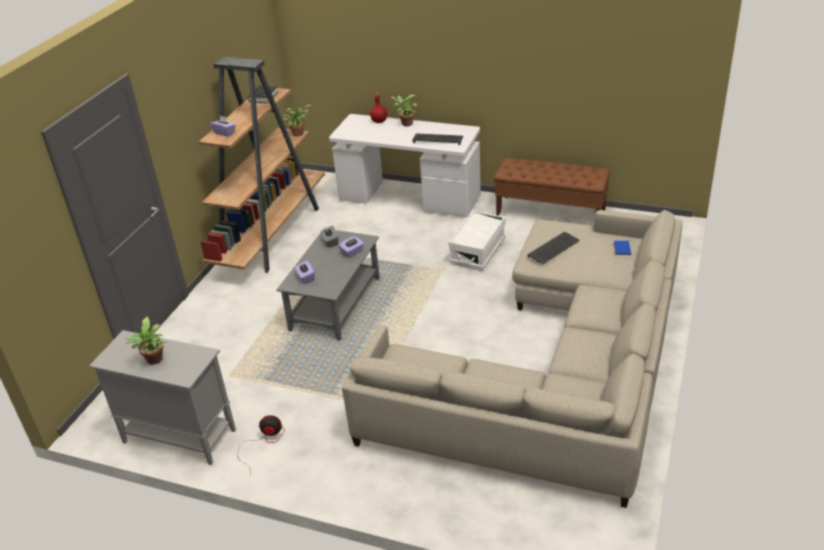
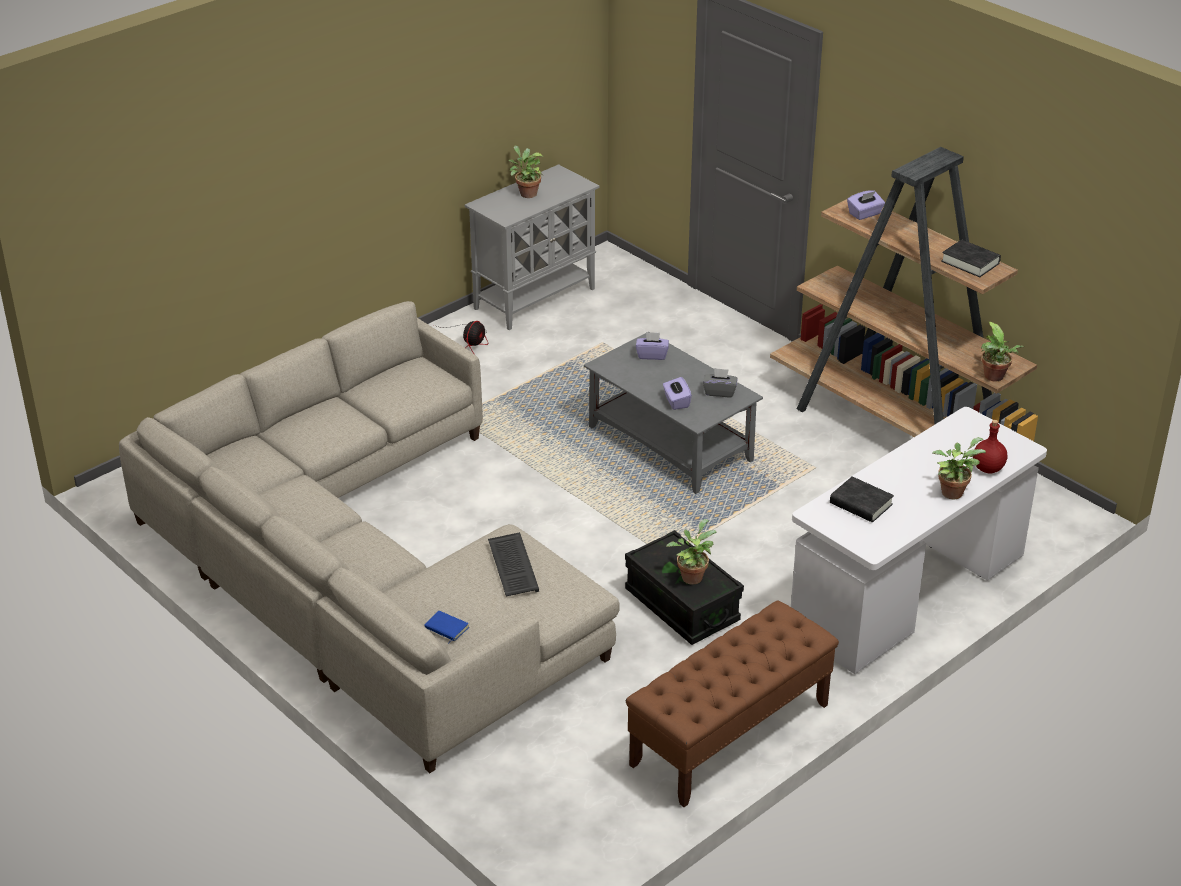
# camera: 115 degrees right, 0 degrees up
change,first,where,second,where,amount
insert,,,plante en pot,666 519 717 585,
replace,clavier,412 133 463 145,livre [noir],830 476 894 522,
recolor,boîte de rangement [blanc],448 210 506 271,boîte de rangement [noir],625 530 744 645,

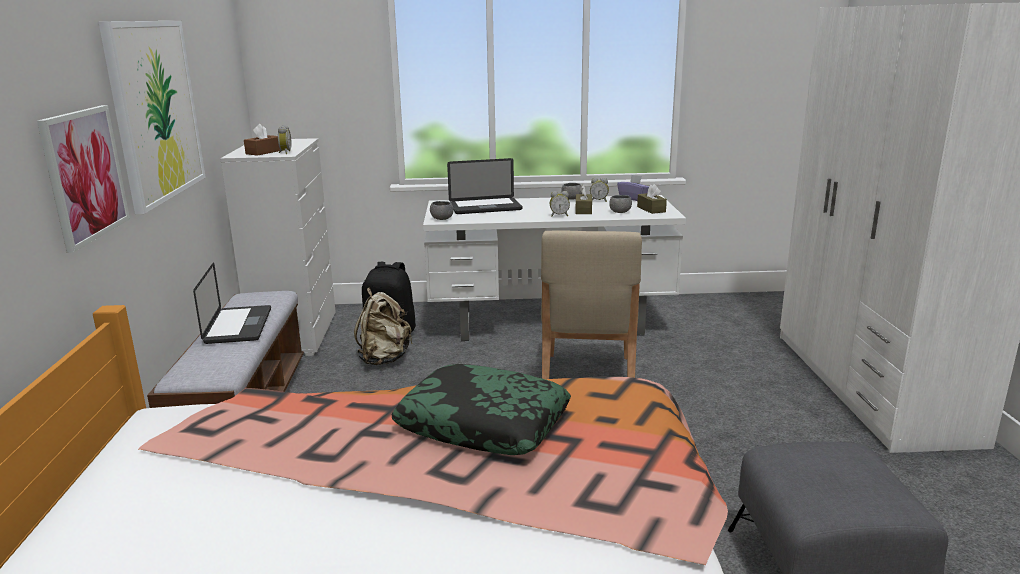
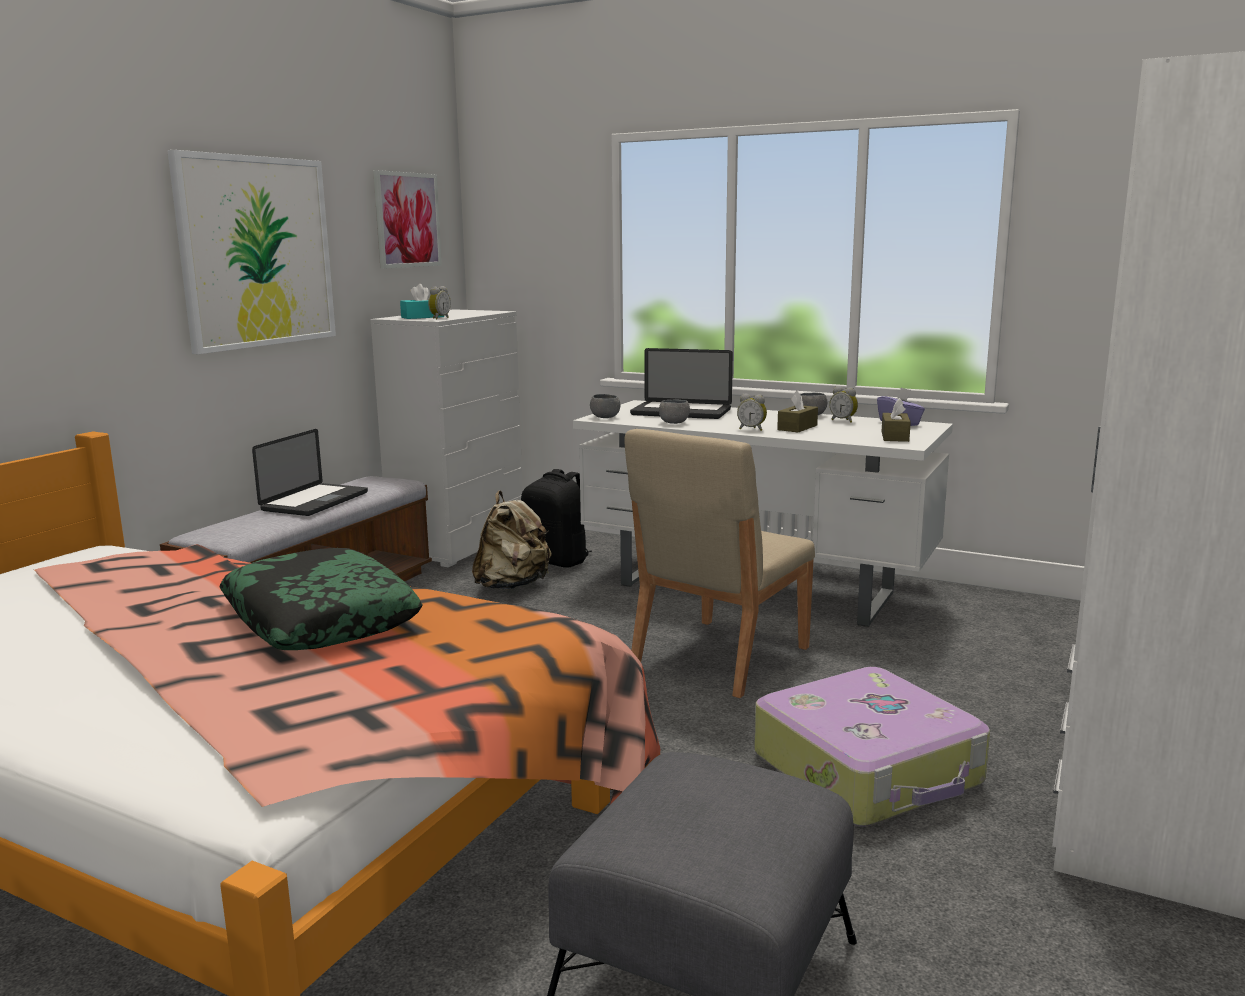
# camera: 30 degrees right, 5 degrees down
change,first,where,second,where,amount
insert,,,valise,754 667 990 827,
move,tableau,37 105 130 253,,373 170 442 269,
move,bol [gris],609 195 632 213,,659 399 690 424,
recolor,boîte à mouchoirs [marron],244 124 280 156,boîte à mouchoirs [turquoise],400 284 444 319,

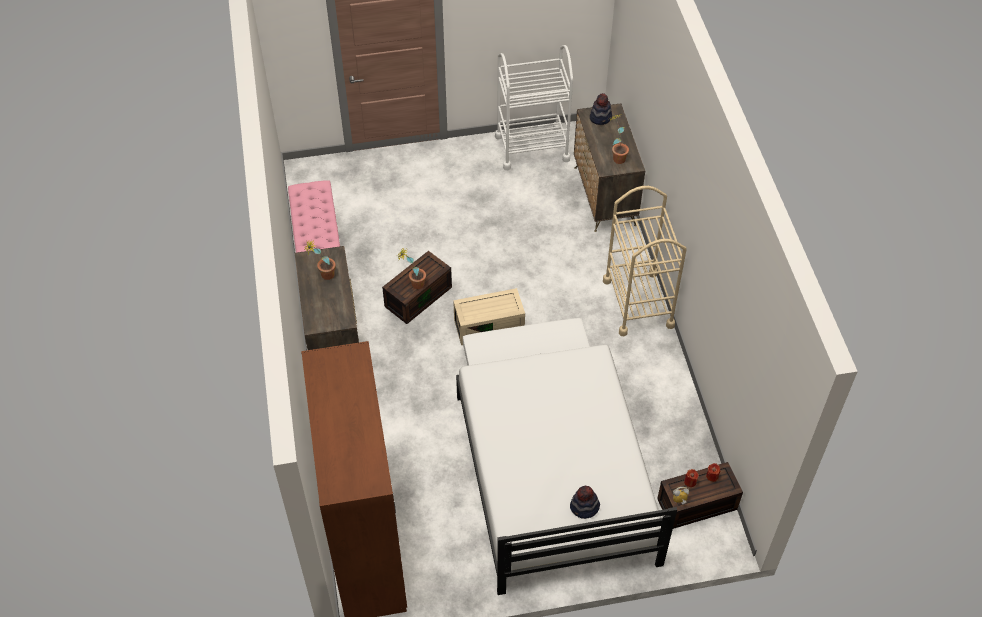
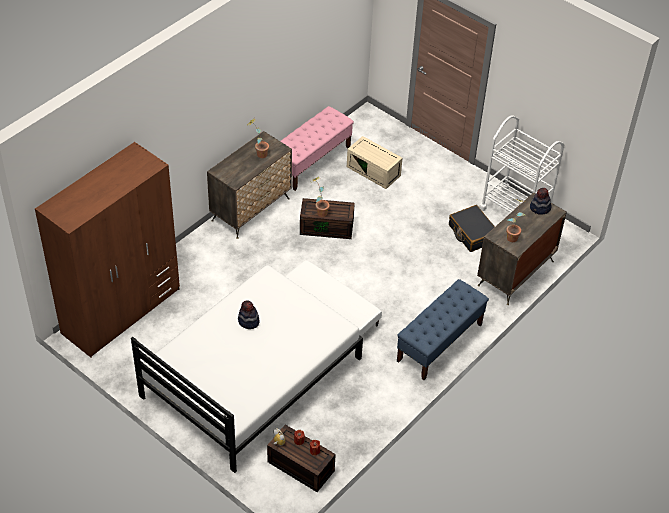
# camera: 50 degrees right, 5 degrees down
change,first,where,second,where,amount
insert,,,valise [noir],449 205 495 252,
move,boîte de rangement [beige],453 288 525 345,,347 136 403 189,
move,chapeau,570 485 600 519,,238 300 259 329,
replace,chariot [beige],603 186 687 336,banc [bleu],397 279 489 380,

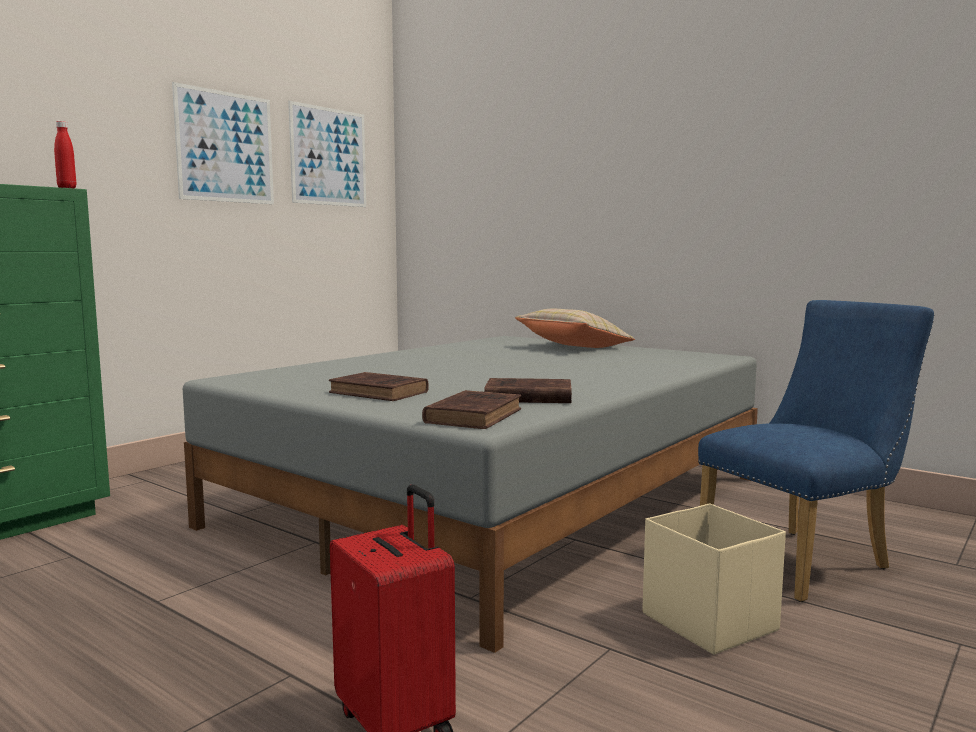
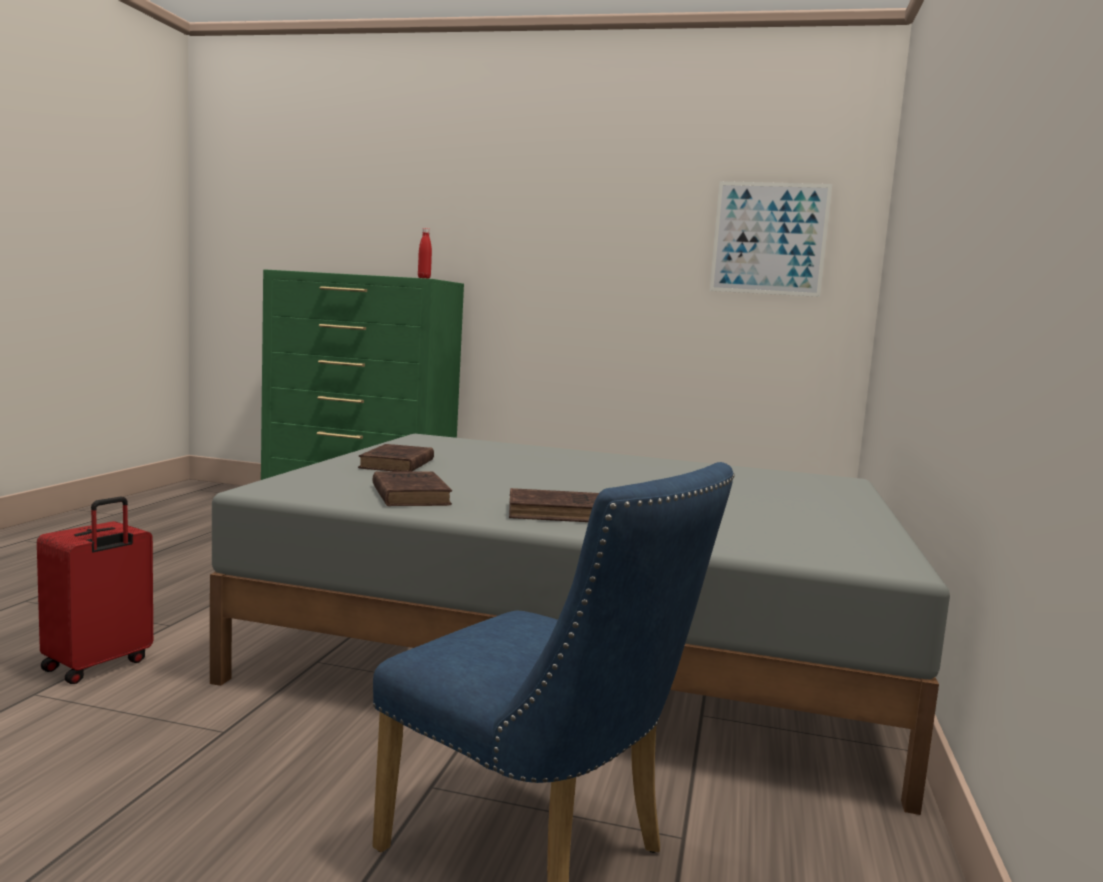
# camera: 65 degrees right, 0 degrees up
change,first,where,second,where,amount
delete,tableau,172 82 274 204,,,
delete,coussin [beige],515 309 635 348,,,
delete,boîte de rangement [beige],642 503 786 655,,,
move,livre [marron],422 390 521 429,,509 488 599 522,

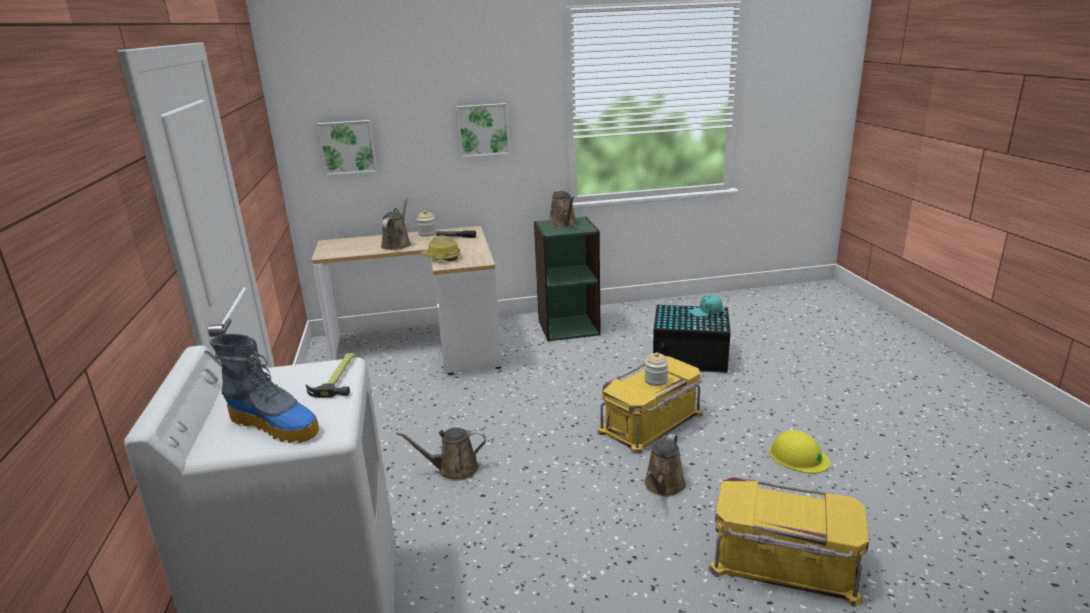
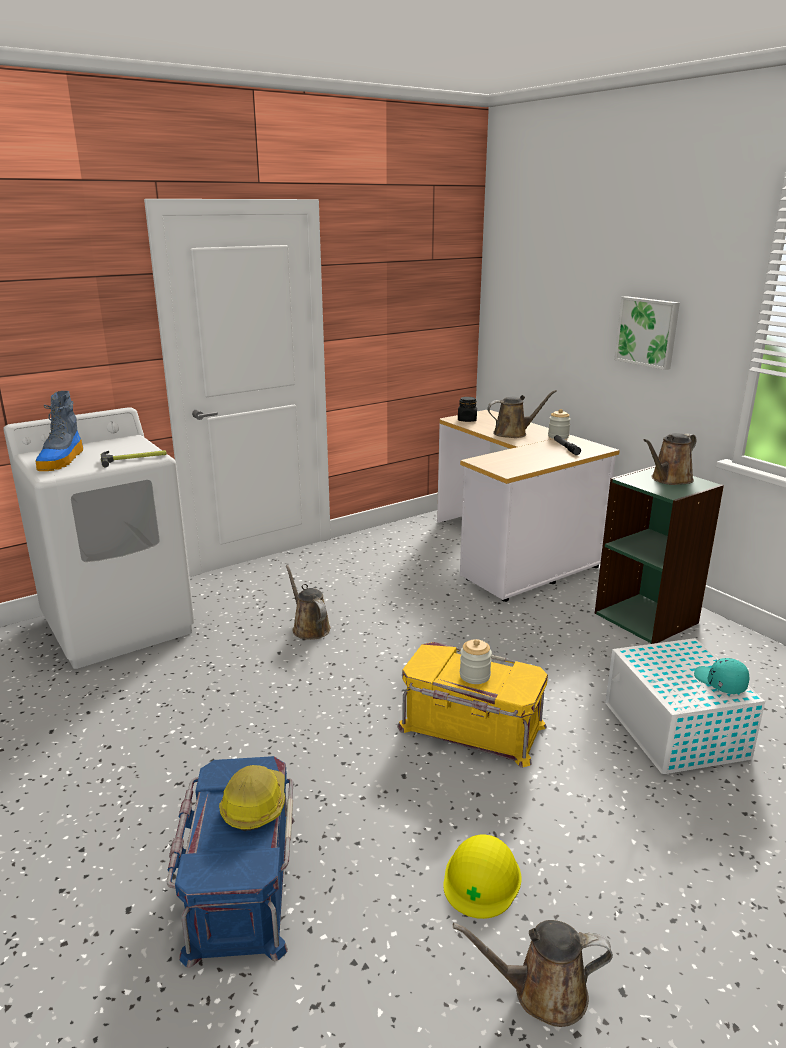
# camera: 65 degrees right, 0 degrees up
change,first,where,second,where,amount
delete,tableau,317 120 377 176,,,
insert,,,bocal [noir],458 397 477 422,
move,casque de chantier,421 235 461 261,,219 765 285 831,
move,arrosoir [marron],644 434 686 496,,453 920 613 1027,
recolor,boîte de rangement [noir],653 305 731 373,boîte de rangement [blanc],605 638 765 774,
recolor,boîte de rangement [jaune],708 477 869 607,boîte de rangement [bleu],167 756 294 968,

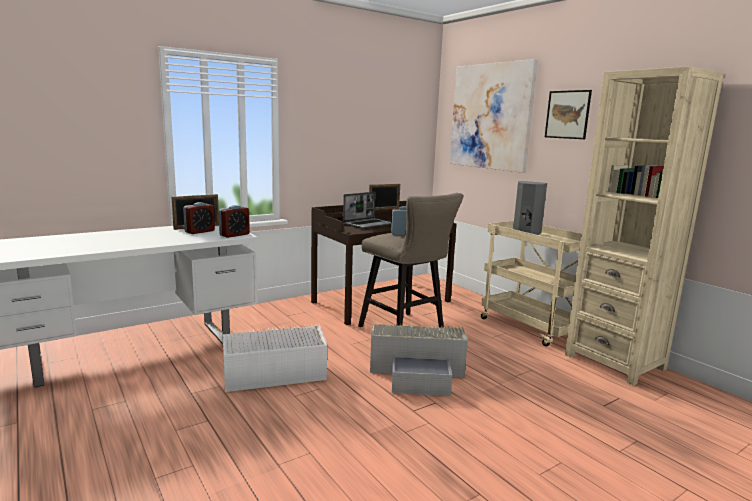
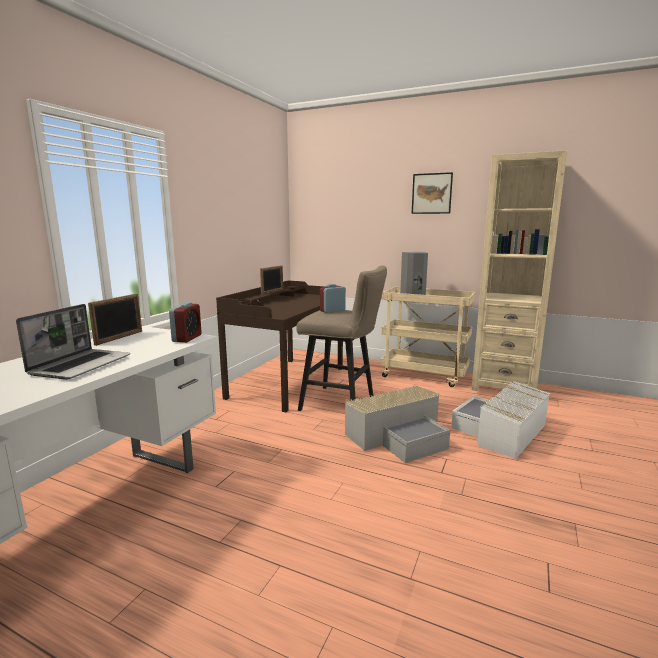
# camera: 30 degrees left, 0 degrees up
change,first,where,second,where,amount
delete,réveil,183 202 215 234,,,
delete,tableau,450 59 538 173,,,
move,boîte de rangement [blanc],223 324 327 392,,451 381 550 459,
move,ordinateur portable,343 192 391 229,,16 304 130 380,

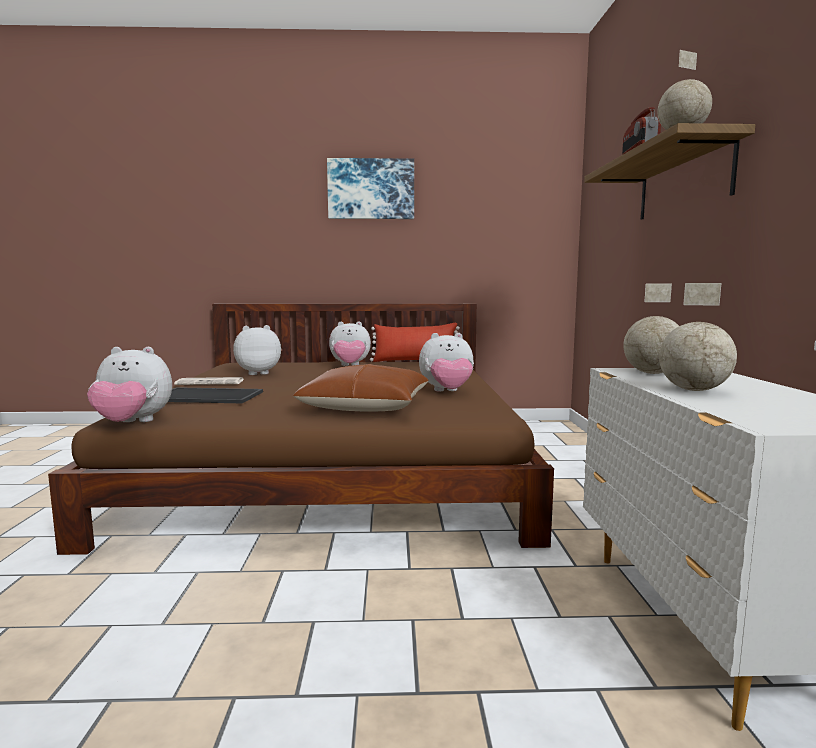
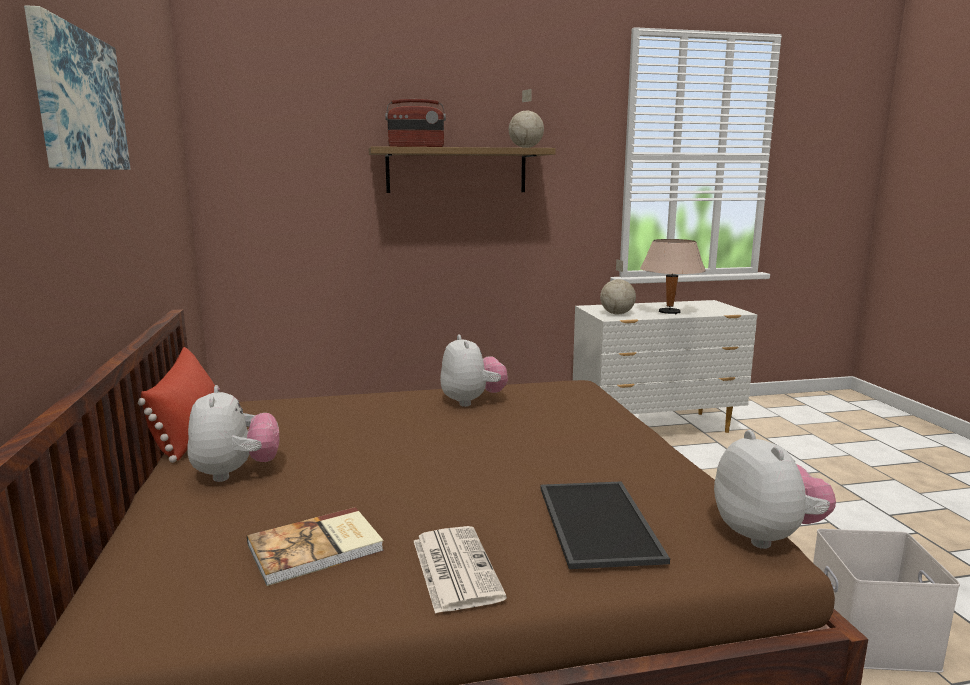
# camera: 100 degrees left, 5 degrees up
change,first,where,second,where,amount
delete,coussin [marron],293 364 429 412,,,
insert,,,boîte de rangement [blanc],813 529 960 673,
replace,peluche,233 325 281 375,livre,247 507 384 586,
replace,globe,659 283 737 391,lampe de table [beige],640 239 706 314,

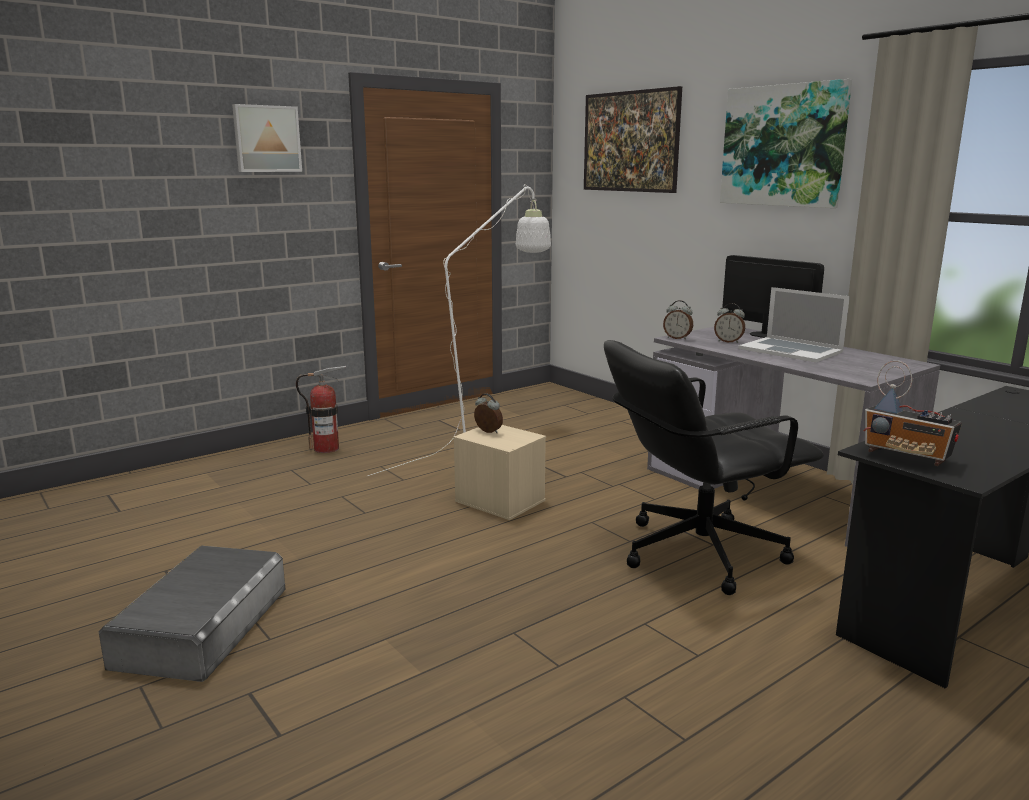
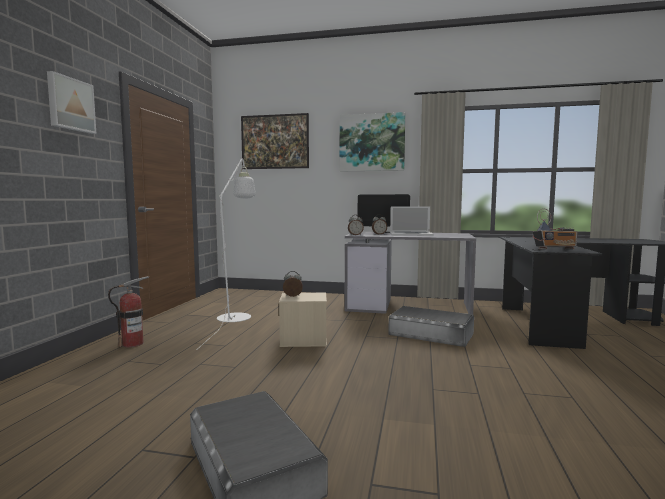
# camera: 40 degrees left, 10 degrees down
change,first,where,second,where,amount
replace,chaise de bureau [noir],604 340 824 595,boîte de rangement [gris],388 306 474 347,

